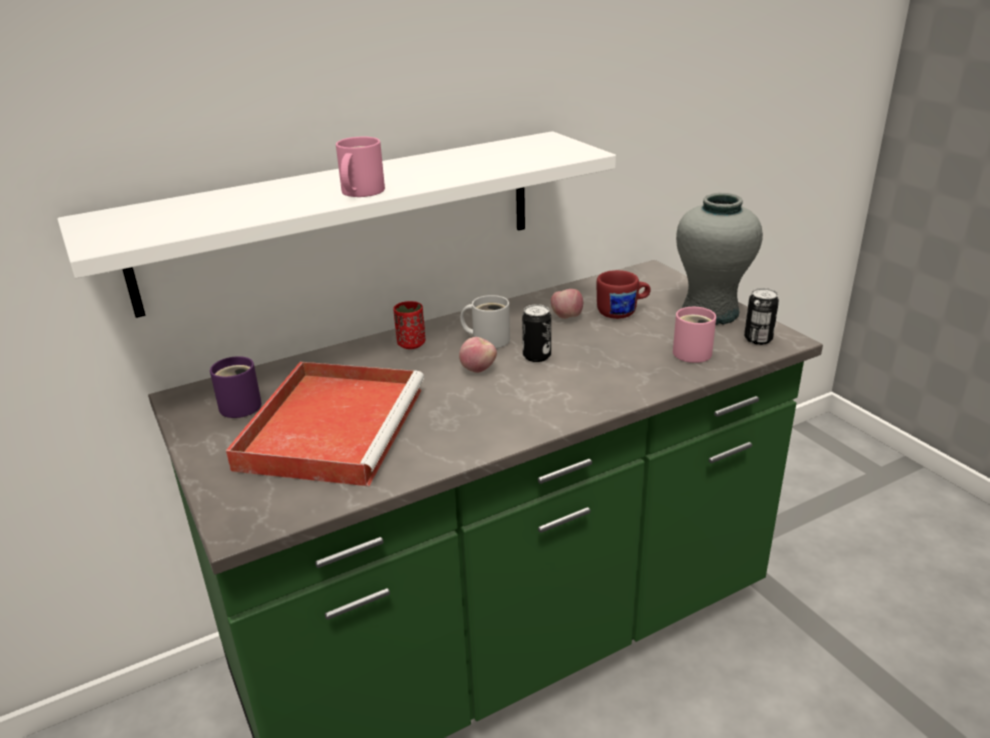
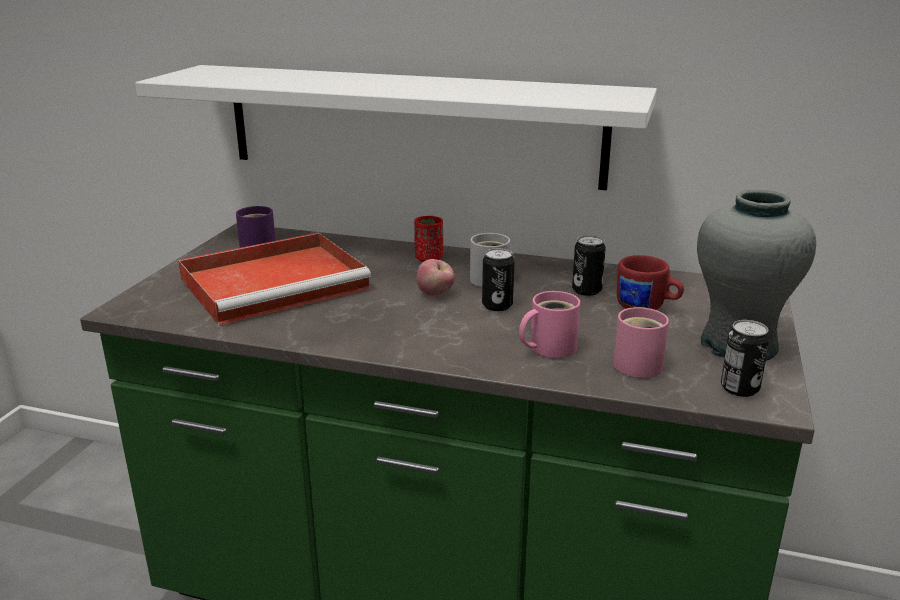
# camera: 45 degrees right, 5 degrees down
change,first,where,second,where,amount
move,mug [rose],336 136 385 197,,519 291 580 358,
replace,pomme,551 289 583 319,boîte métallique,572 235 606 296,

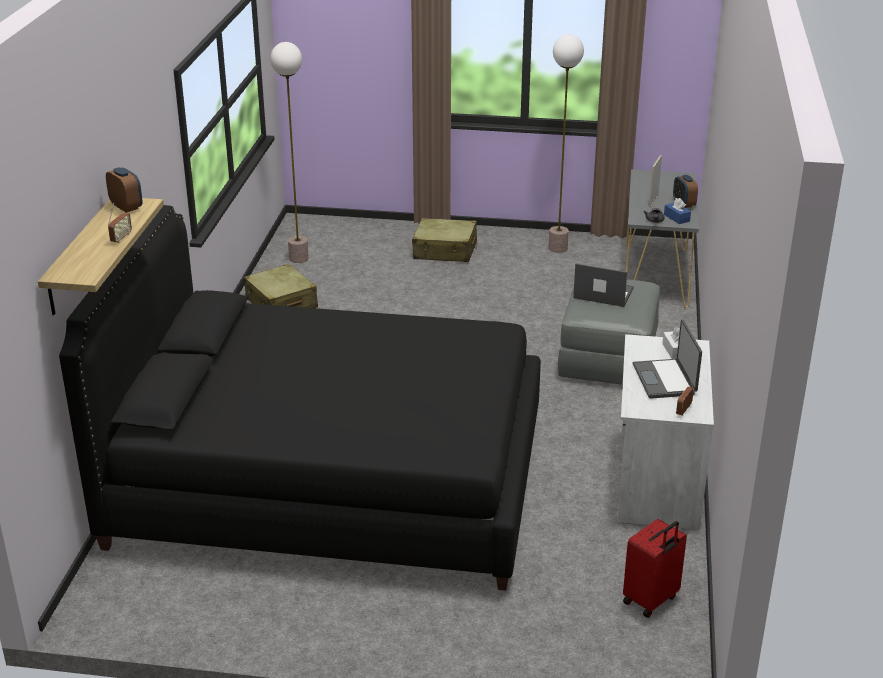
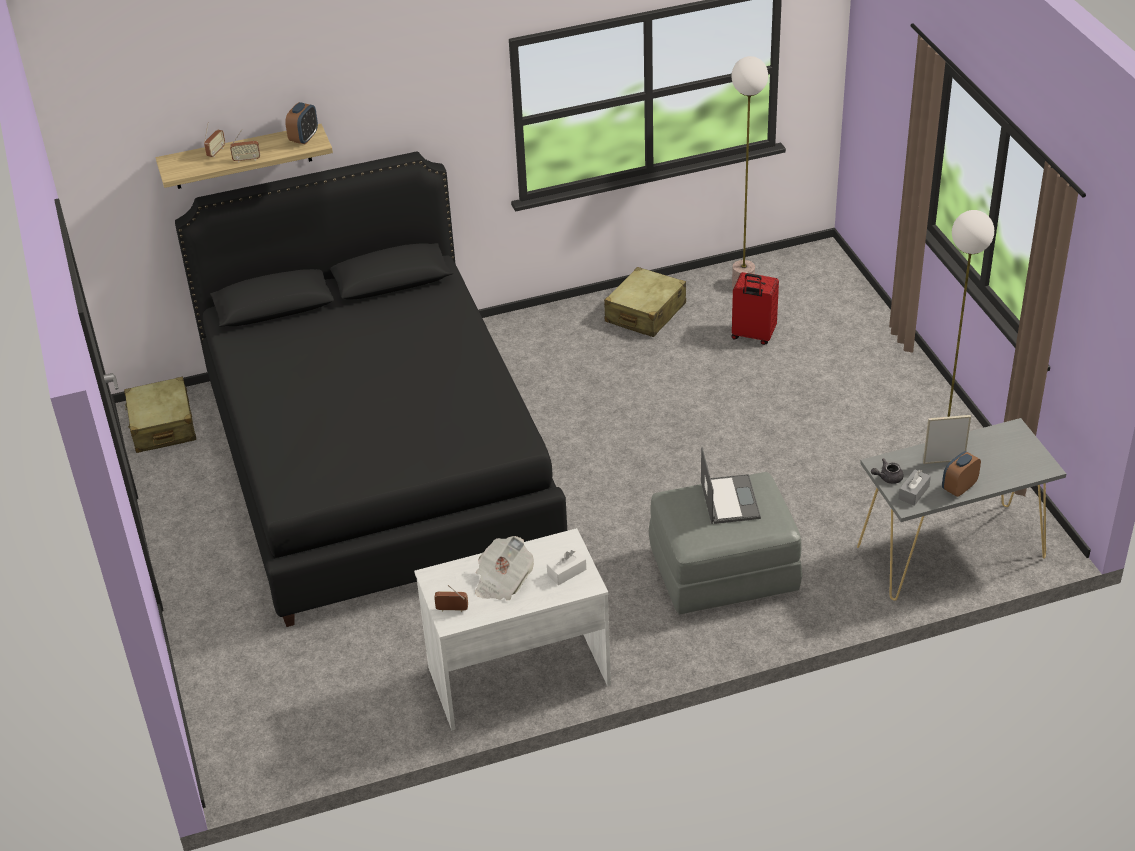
# camera: 65 degrees right, 10 degrees up
change,first,where,second,where,amount
insert,,,radio,204 122 225 157,
move,valise [beige],412 218 477 262,,124 377 196 453,
move,valise [rouge],623 519 687 618,,731 272 779 345,
replace,ordinateur portable,633 320 702 399,journal,475 536 534 600,
recolor,boîte à mouchoirs [bleu],664 198 691 224,boîte à mouchoirs [gris],898 469 931 506,

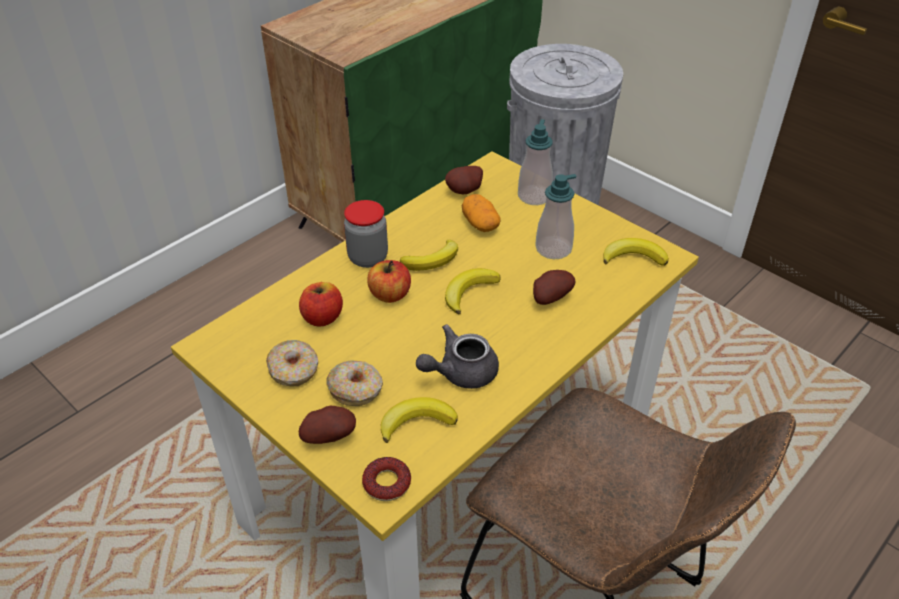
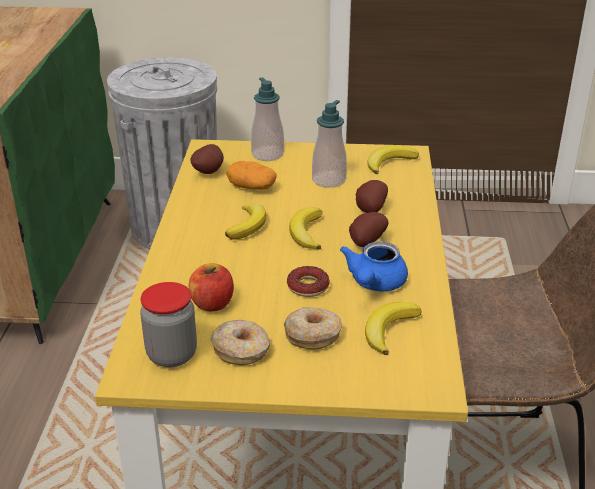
# camera: 40 degrees left, 10 degrees down
change,first,where,second,where,amount
delete,pomme,367 260 411 303,,,
move,pomme de terre,299 406 356 444,,349 212 389 247,
move,bocal,344 200 388 268,,140 282 197 367,
move,beignet,362 457 411 501,,287 266 330 297,
recolor,théière [gris],416 324 499 389,théière [bleu],340 241 408 291,

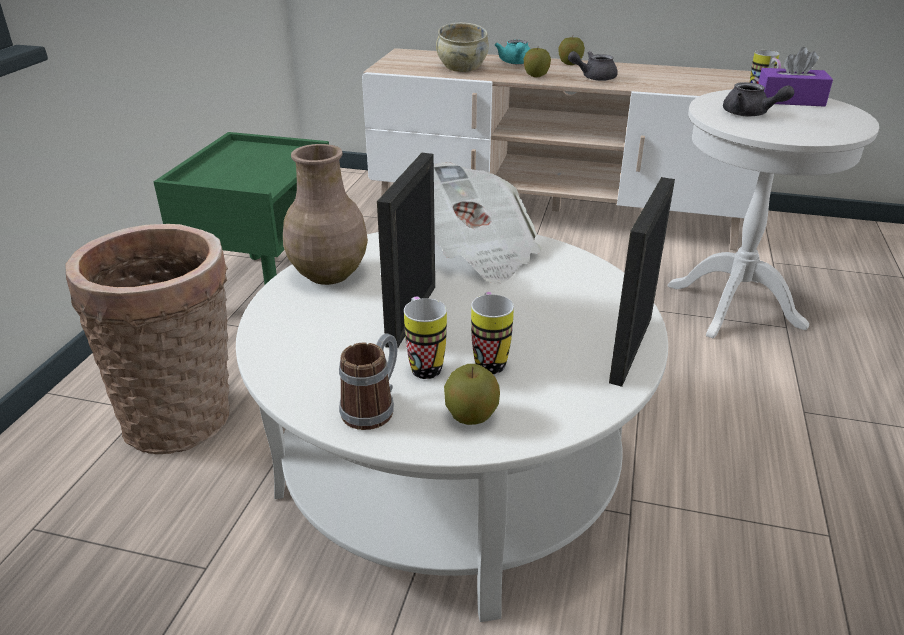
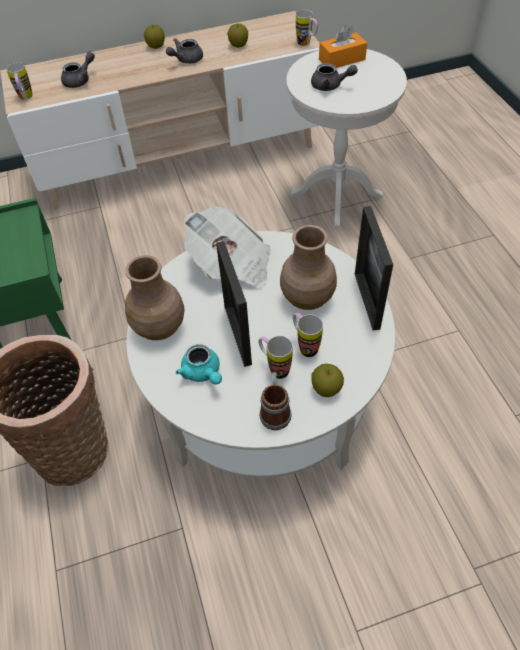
# camera: 30 degrees left, 20 degrees up
change,first,where,second,where,amount
insert,,,mug,6 62 32 100,
insert,,,vase [marron],280 225 337 310,
move,théière [turquoise],495 40 530 64,,176 344 222 385,
move,pomme,524 48 551 77,,227 23 248 48,
replace,bol [beige],436 22 489 72,théière [gris],61 52 95 88,
recolor,boîte à mouchoirs [violet],758 47 833 107,boîte à mouchoirs [orange],319 25 367 68,

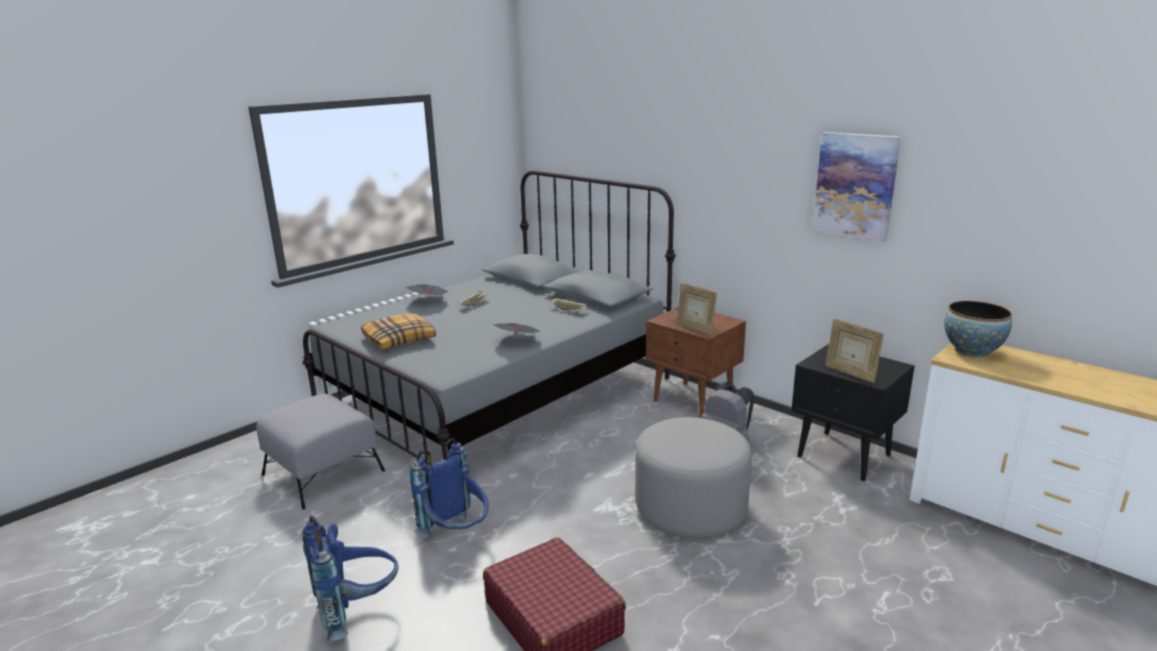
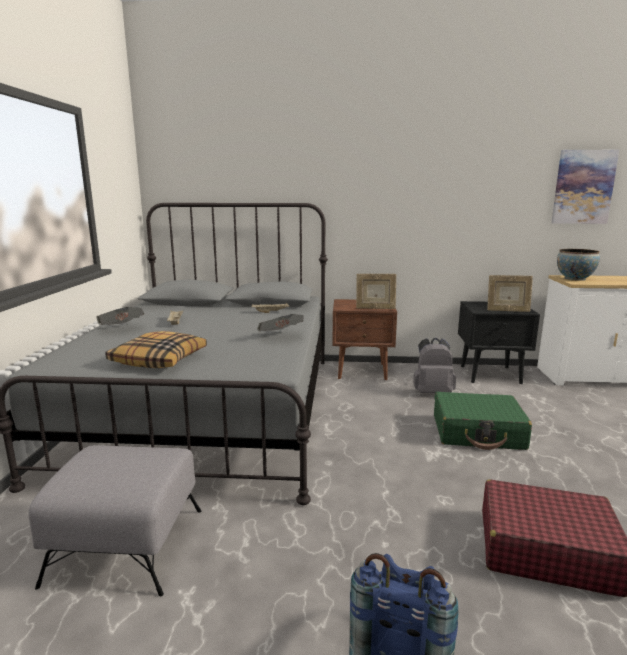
# camera: 40 degrees left, 5 degrees down
change,first,where,second,where,amount
delete,sac à dos [bleu],410 438 489 538,,,
move,tableau,812 132 901 242,,551 150 619 224,
replace,pouf [gris],635 417 752 538,valise [vert],434 392 532 450,

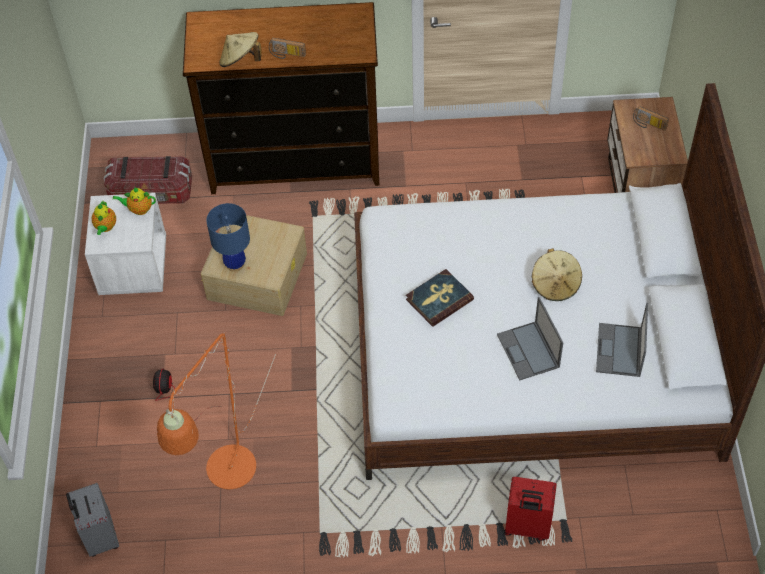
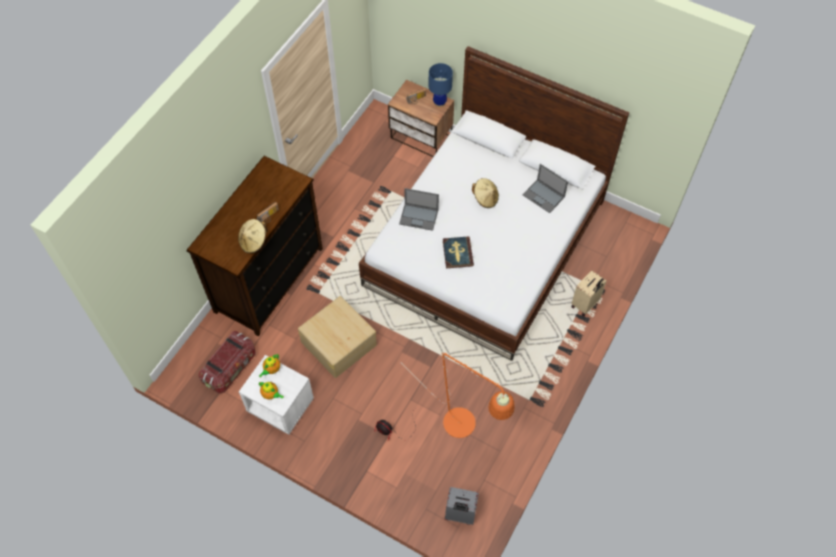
# camera: 60 degrees left, 5 degrees up
change,first,where,second,where,amount
move,lampe de table [bleu],206 203 250 272,,429 63 453 107,
move,ordinateur portable,497 297 563 381,,399 188 439 231,
recolor,valise [rouge],504 477 557 541,valise [beige],571 270 607 316,

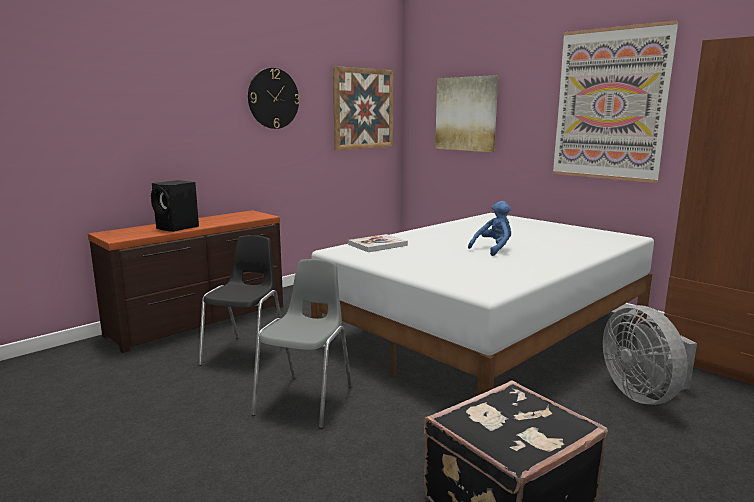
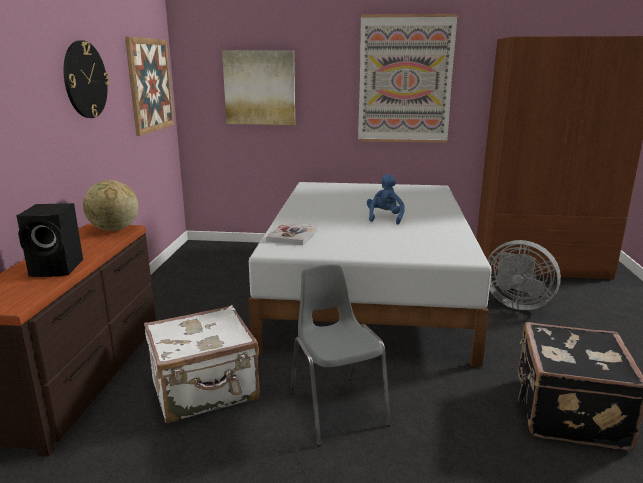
# camera: 40 degrees left, 5 degrees up
change,first,where,second,where,amount
insert,,,globe,83 180 138 231,
replace,chaise [noir],199 235 282 366,valise [blanc],144 305 260 423,

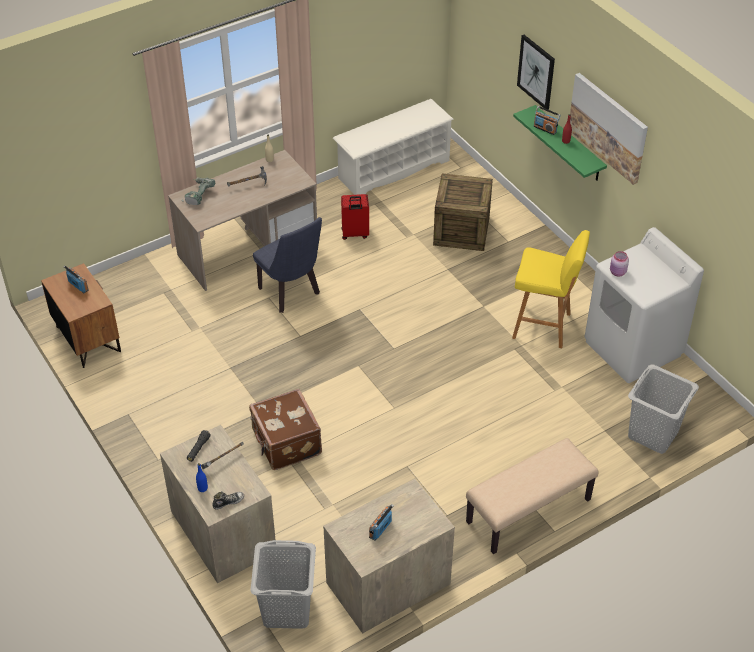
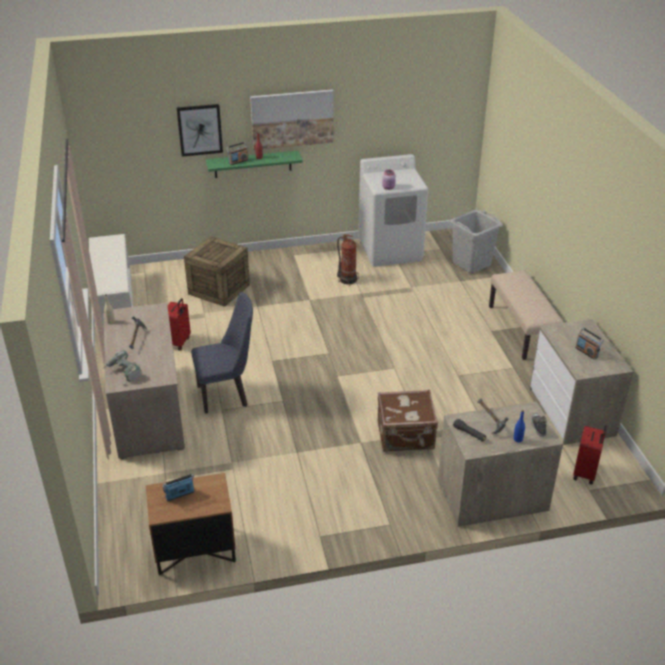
# camera: 70 degrees left, 10 degrees down
change,first,where,second,where,amount
replace,panier à linge [gris],250 540 316 629,valise [rouge],573 425 607 485,
replace,tabouret [jaune],512 230 590 348,extincteur,337 234 359 286,

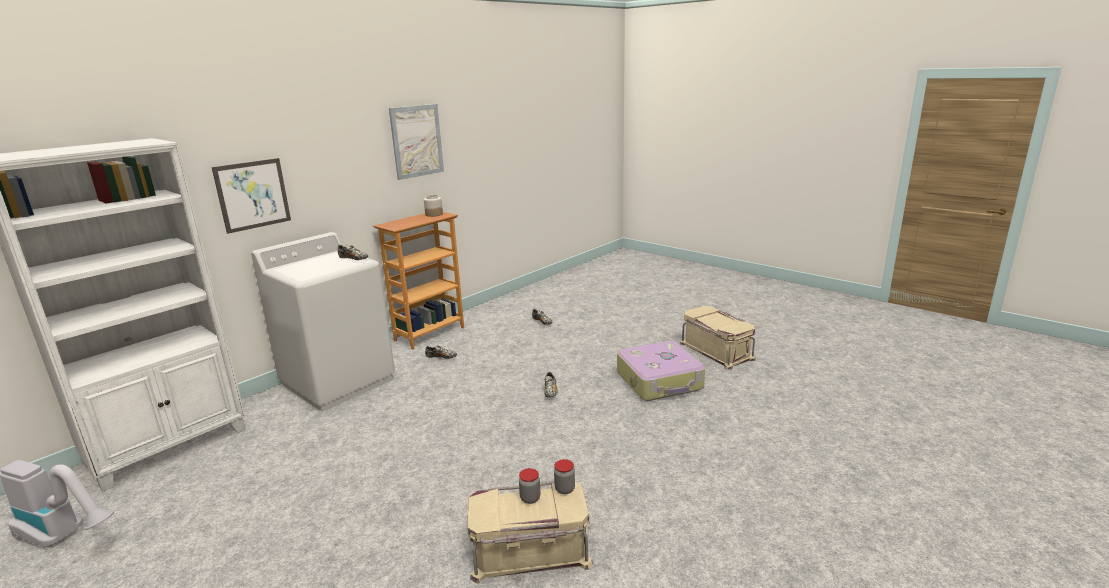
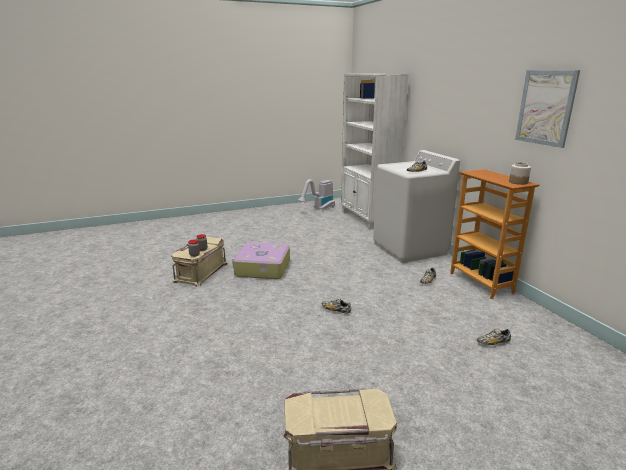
# camera: 115 degrees right, 0 degrees up
change,first,where,second,where,amount
delete,tableau,212 158 291 234,,,
move,valise,617 341 705 401,,232 242 290 279,

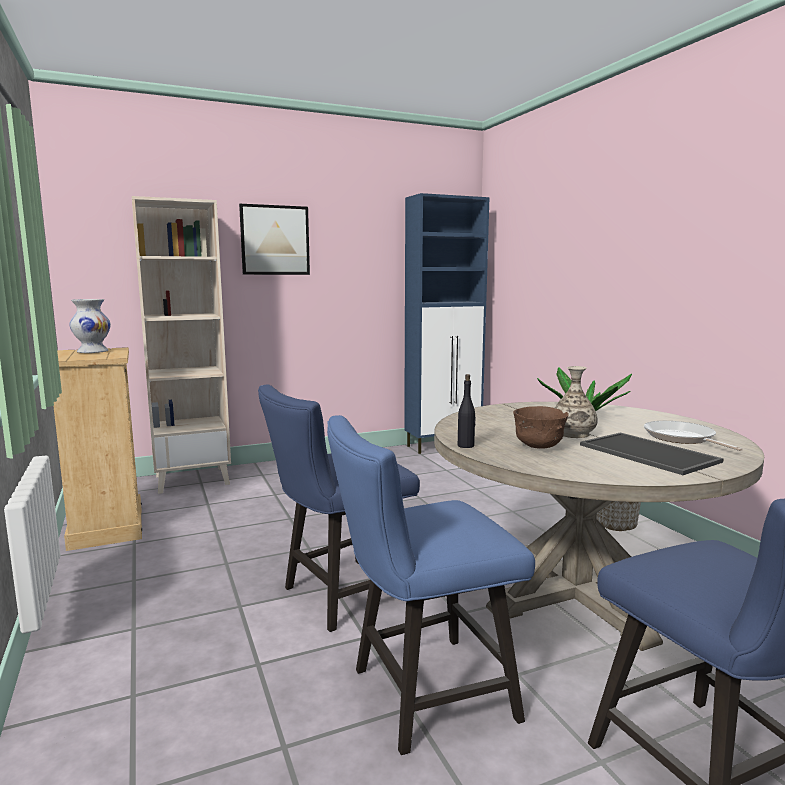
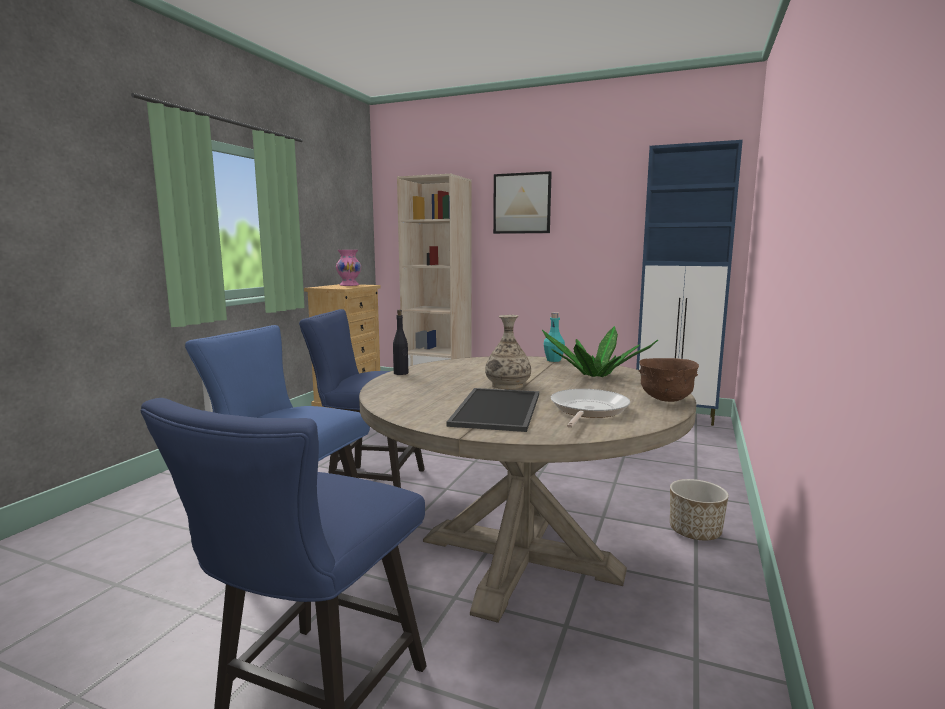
# camera: 45 degrees right, 0 degrees up
change,first,where,second,where,amount
insert,,,bouteille [turquoise],544 312 565 362,
move,bol [marron],513 406 569 449,,638 358 699 402,
recolor,vase [blanc],69 299 111 353,vase [rose],336 250 361 286,

